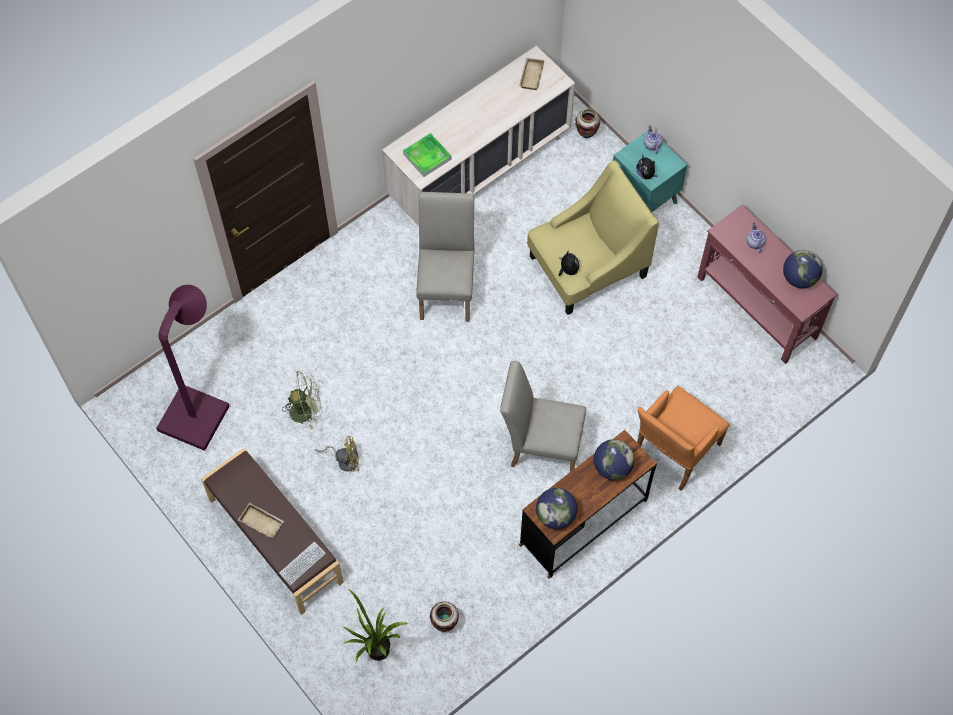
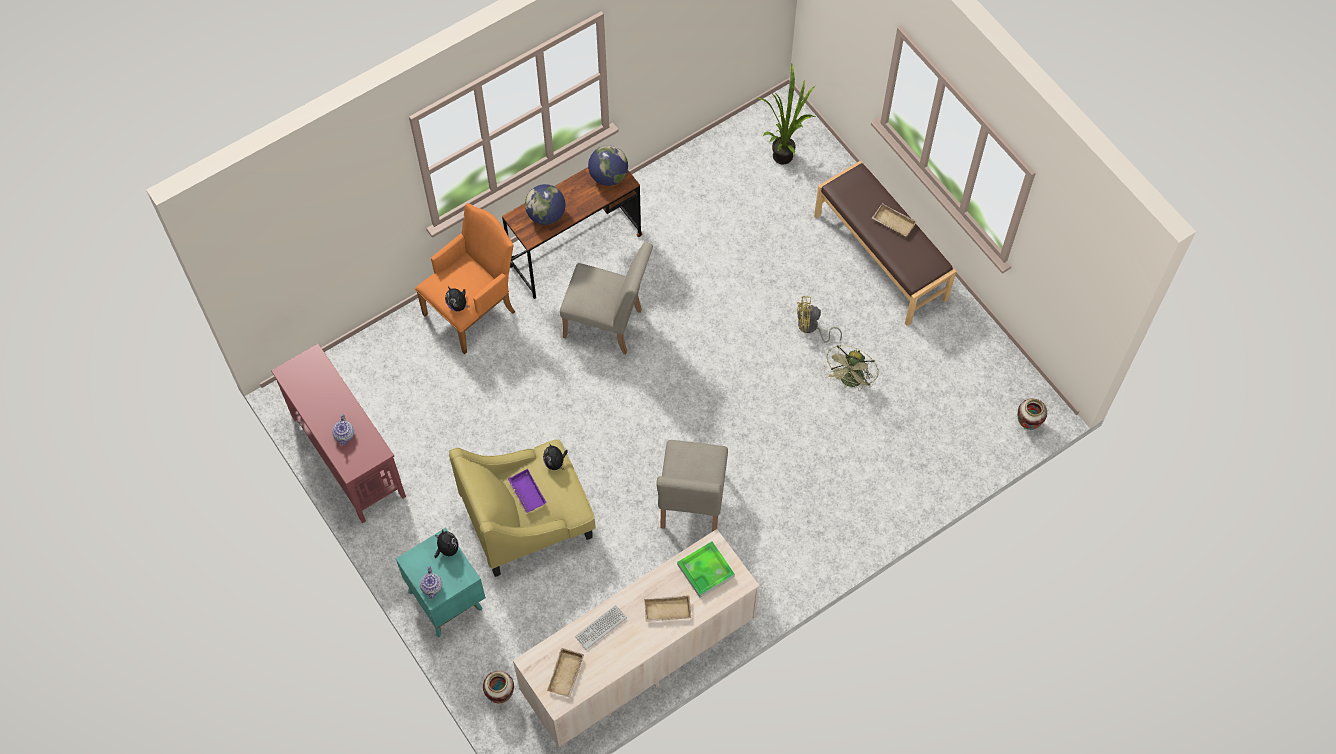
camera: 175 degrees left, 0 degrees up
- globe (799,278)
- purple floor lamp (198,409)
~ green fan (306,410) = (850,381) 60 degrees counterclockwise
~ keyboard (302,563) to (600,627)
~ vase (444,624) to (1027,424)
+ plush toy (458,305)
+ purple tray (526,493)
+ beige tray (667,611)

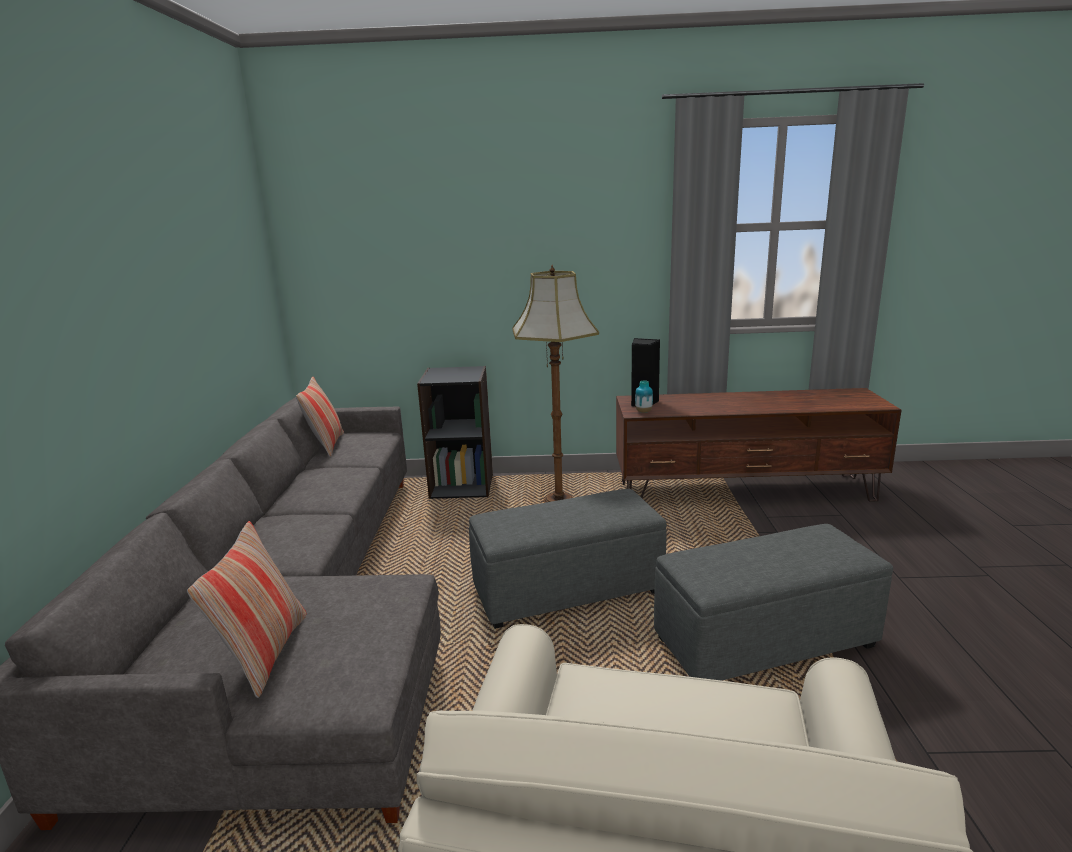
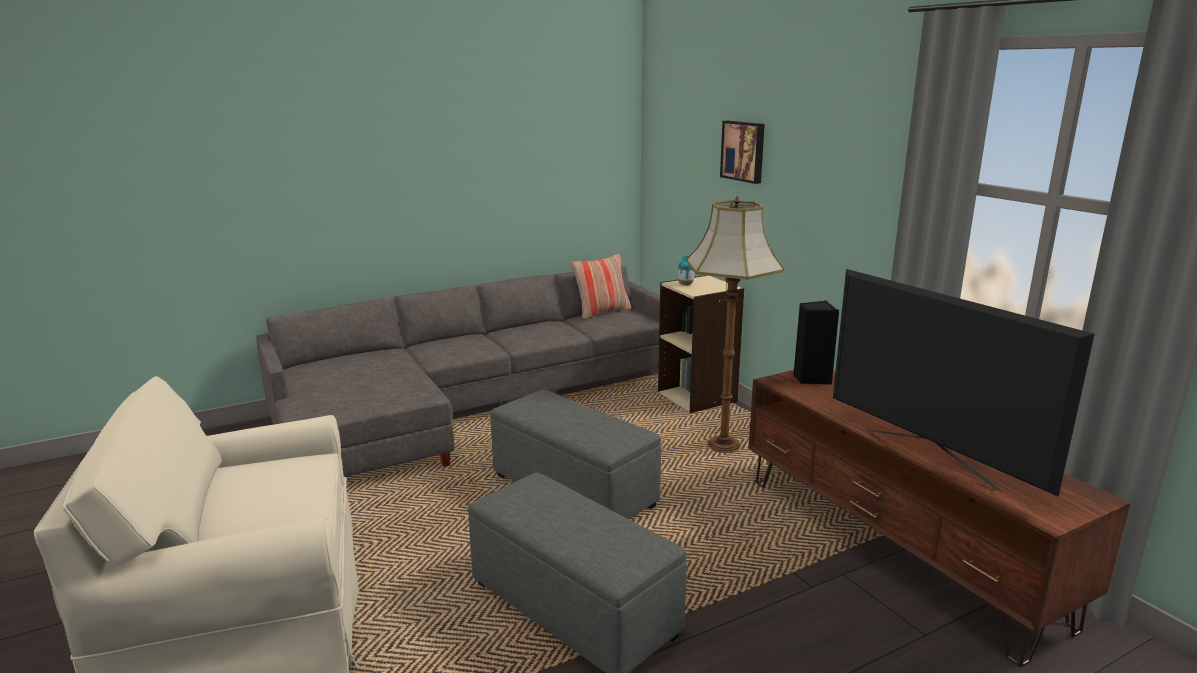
camera: 60 degrees right, 0 degrees up
~ black bookcase (462,486) to beige bookcase (698,397)
~ vase (643,412) to (685,284)
- pillow (265,653)
+ picture (744,151)
+ television (929,457)

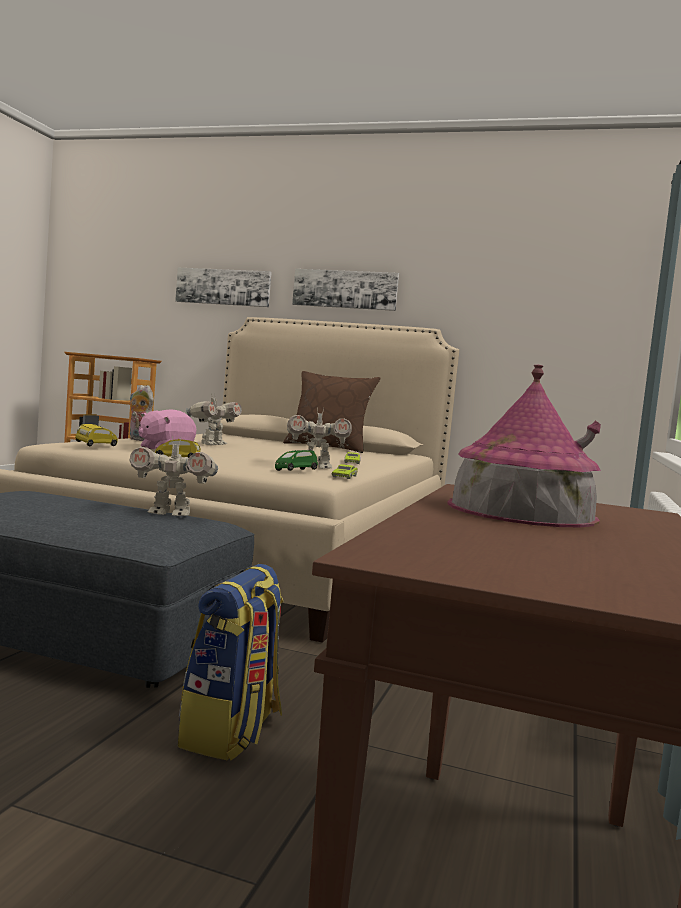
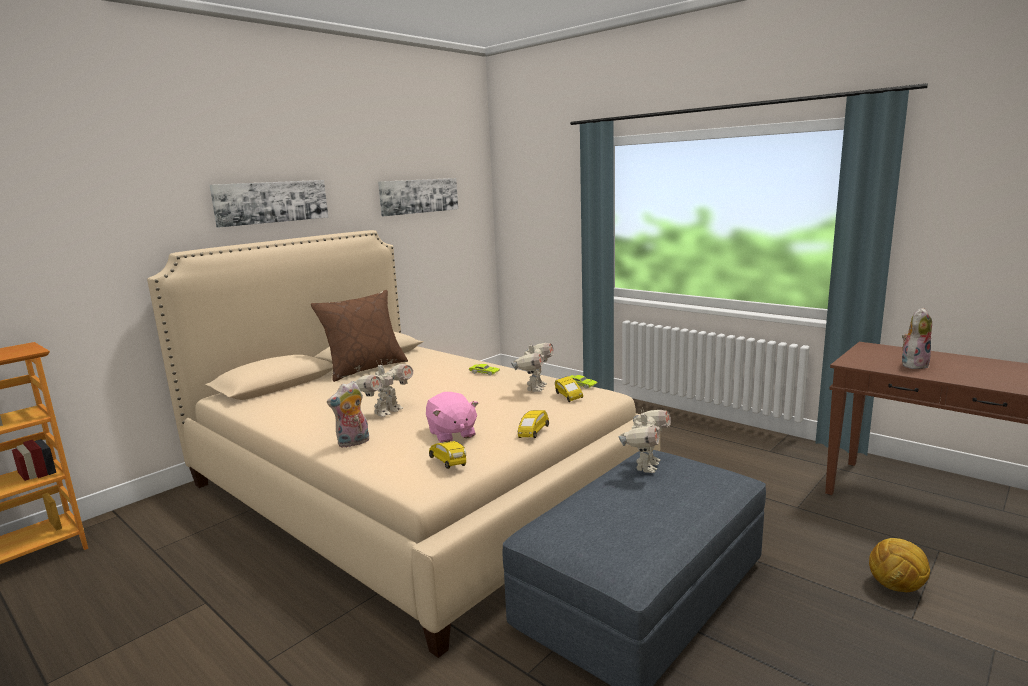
camera: 65 degrees left, 10 degrees up
~ picture (223,287) to (419,196)
~ toy house (521,511) to plush toy (913,364)
~ toy robot (212,444) = (387,412) 75 degrees clockwise
~ green toy car (295,471) to yellow toy car (568,397)
- backpack (231,732)
+ football (896,587)

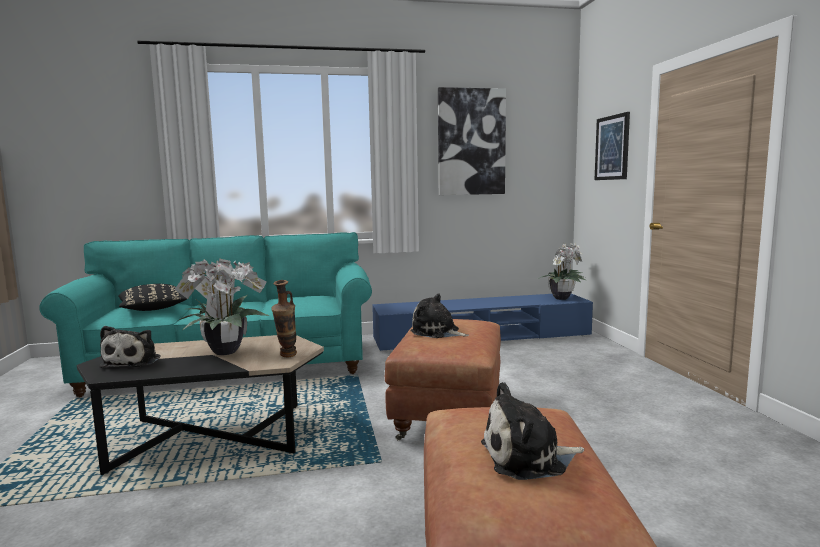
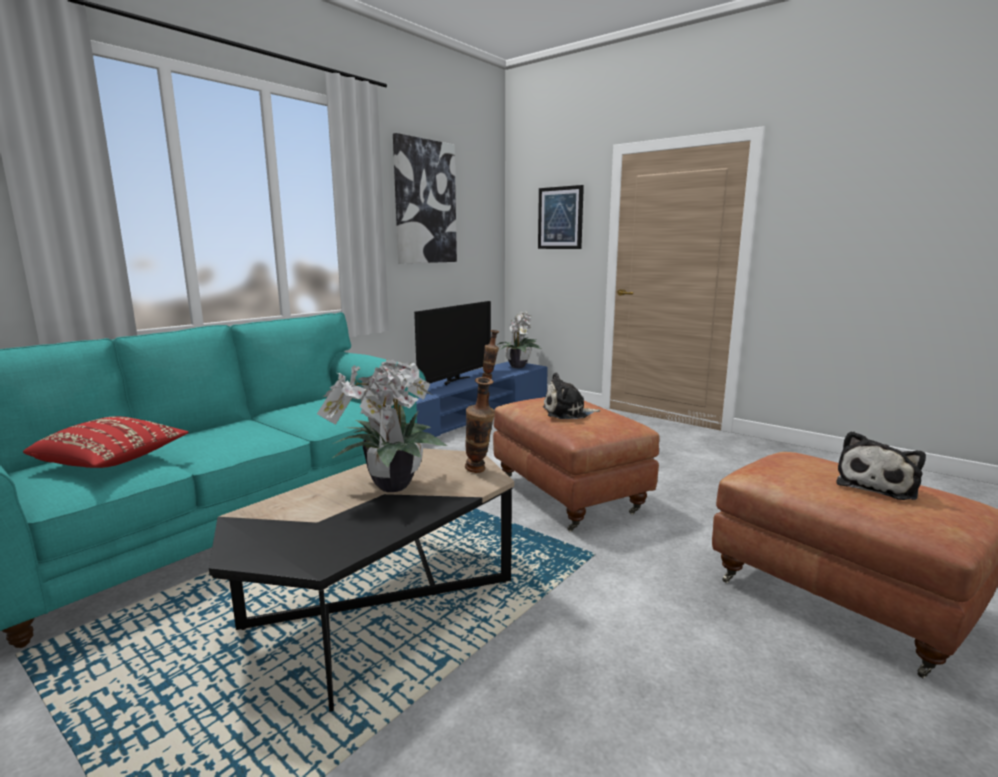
camera: 40 degrees left, 5 degrees up
~ black pillow (153,309) to red pillow (113,461)
- plush toy (134,361)
+ television (455,380)
+ vase (490,378)

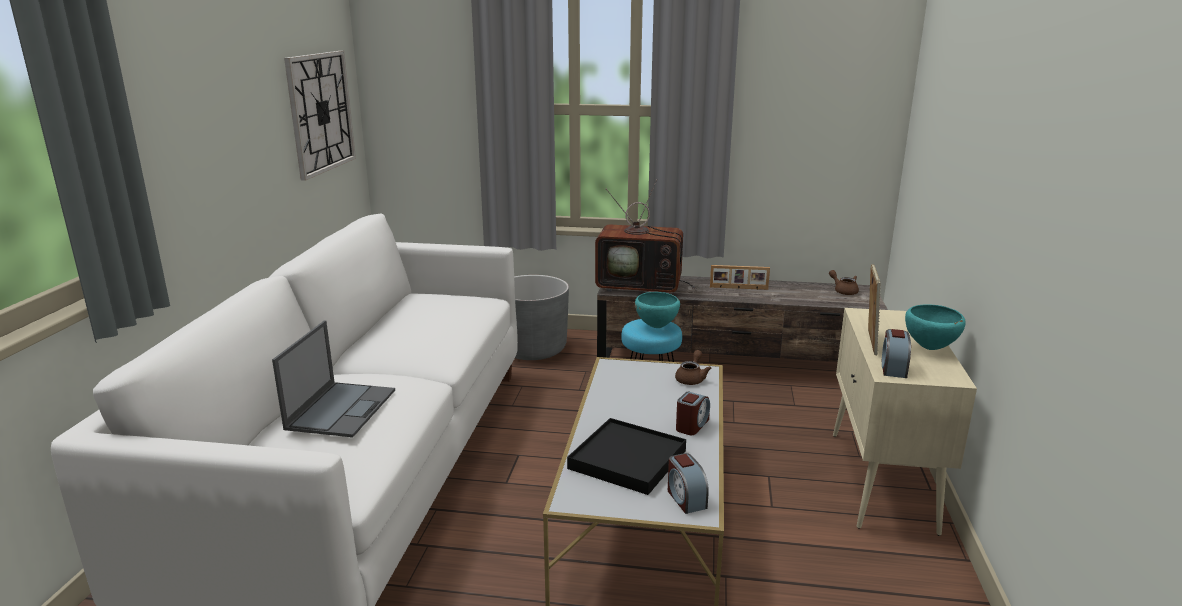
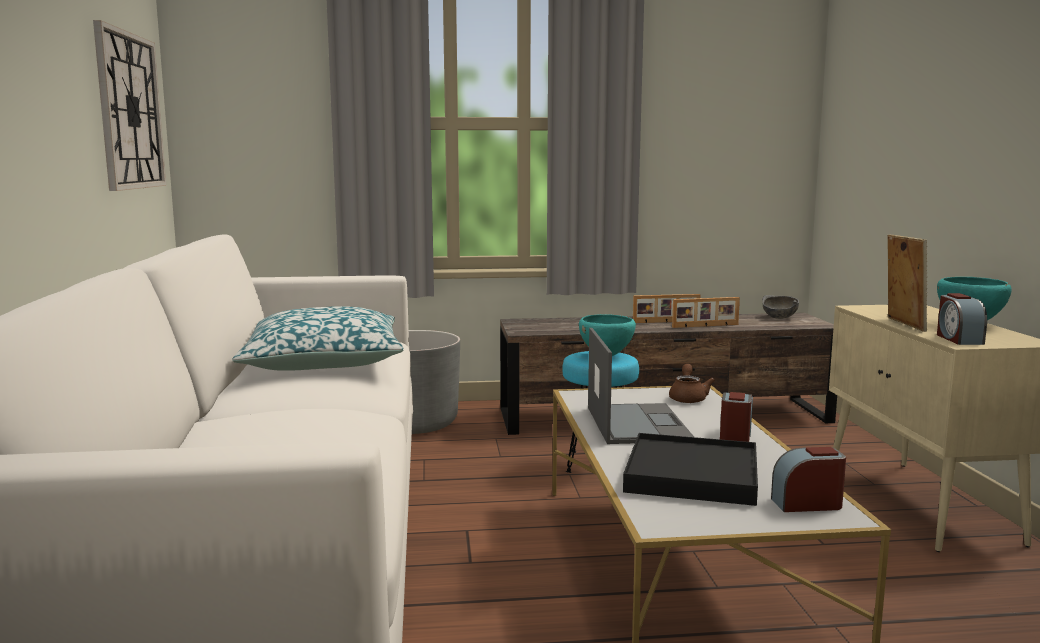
camera: 15 degrees left, 10 degrees down
- television (642,286)
~ brown teapot (843,291) to grey bowl (779,317)
~ laptop (342,409) to (636,423)
~ alarm clock (685,498) = (807,504) 120 degrees clockwise
+ picture frame (705,326)
+ pillow (323,361)

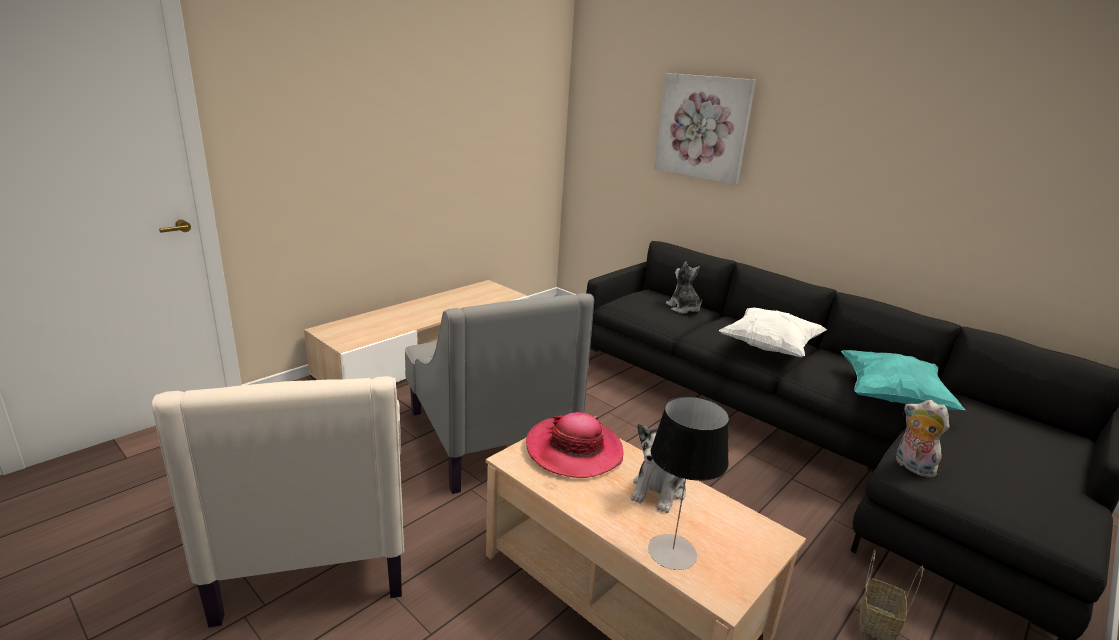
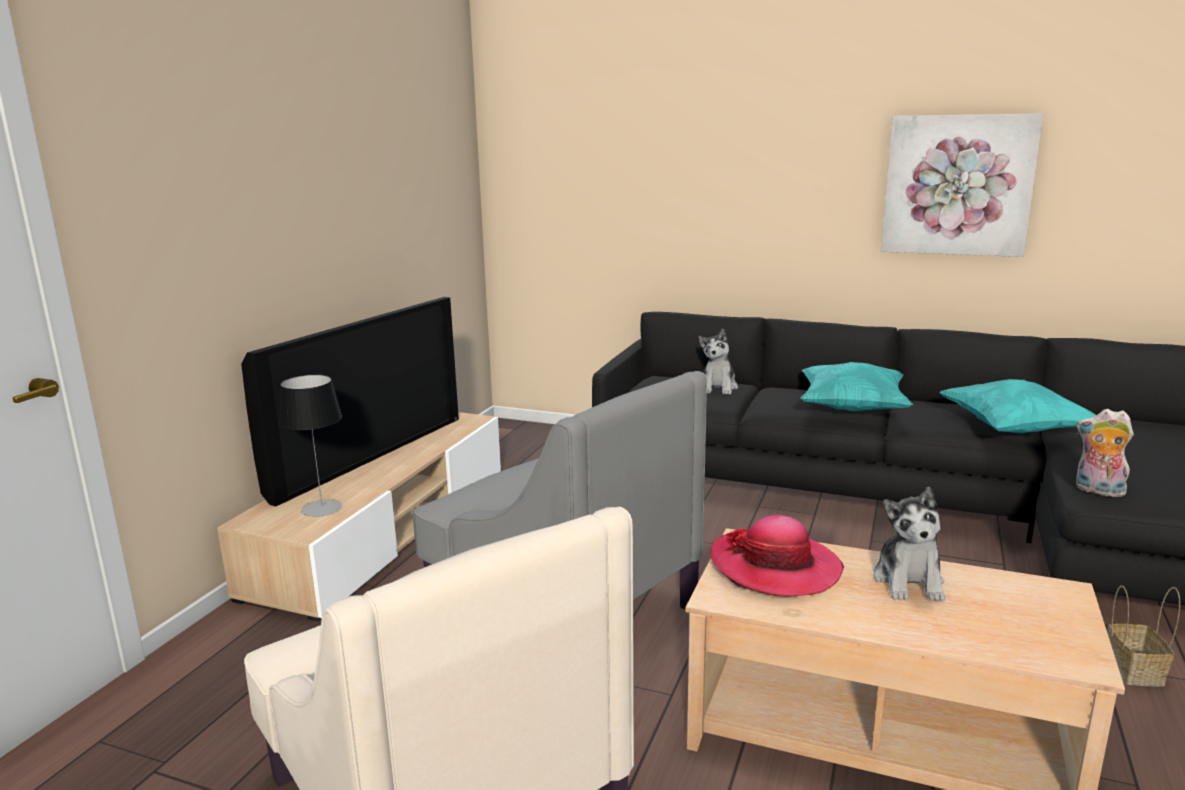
camera: 20 degrees left, 5 degrees down
~ picture (703,127) to (957,185)
~ plush toy (683,308) = (718,388) 120 degrees counterclockwise
~ white pillow (769,348) to turquoise pillow (851,409)
~ table lamp (672,552) to (322,508)
+ television (367,454)

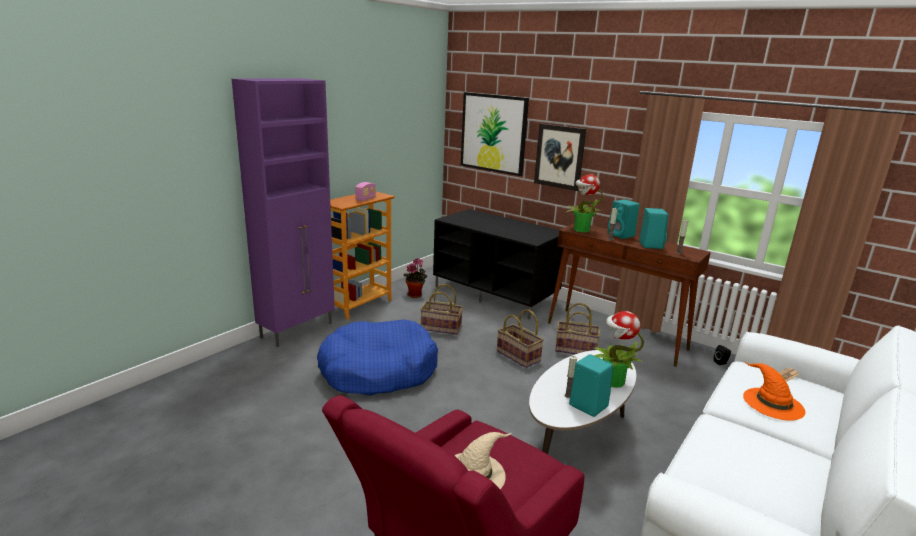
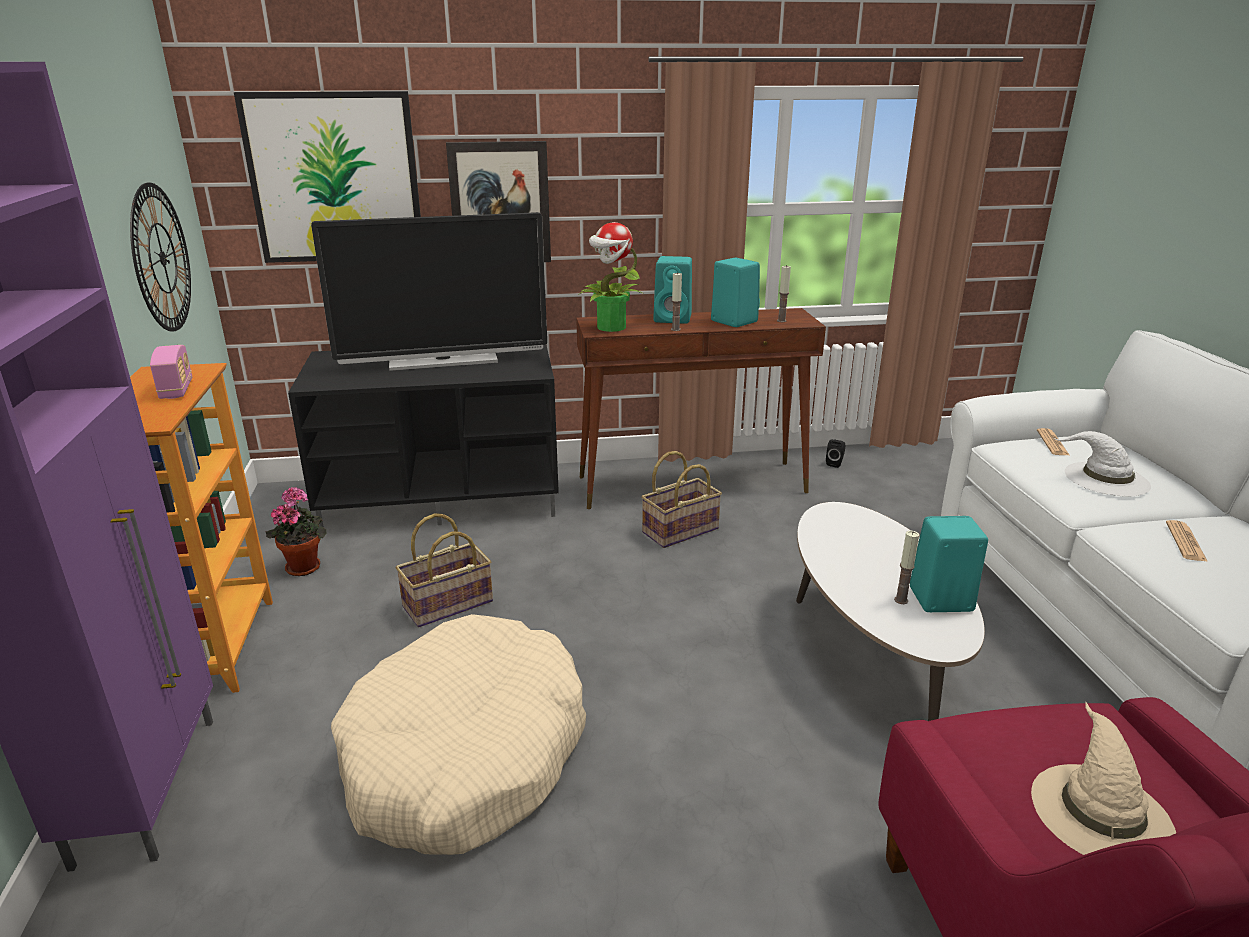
camera: 45 degrees left, 5 degrees up
- basket (519,356)
- potted plant (612,381)
~ blue dog bed (378,370) to beige dog bed (465,755)
~ orange hat (772,403) to white hat (1105,478)
+ wall clock (162,258)
+ television (443,361)
+ newspaper (1185,542)

